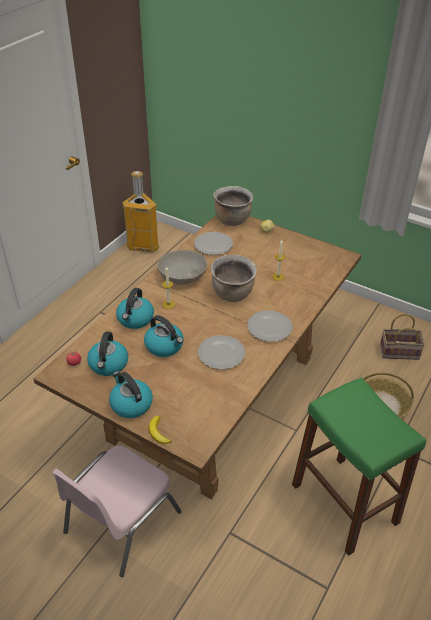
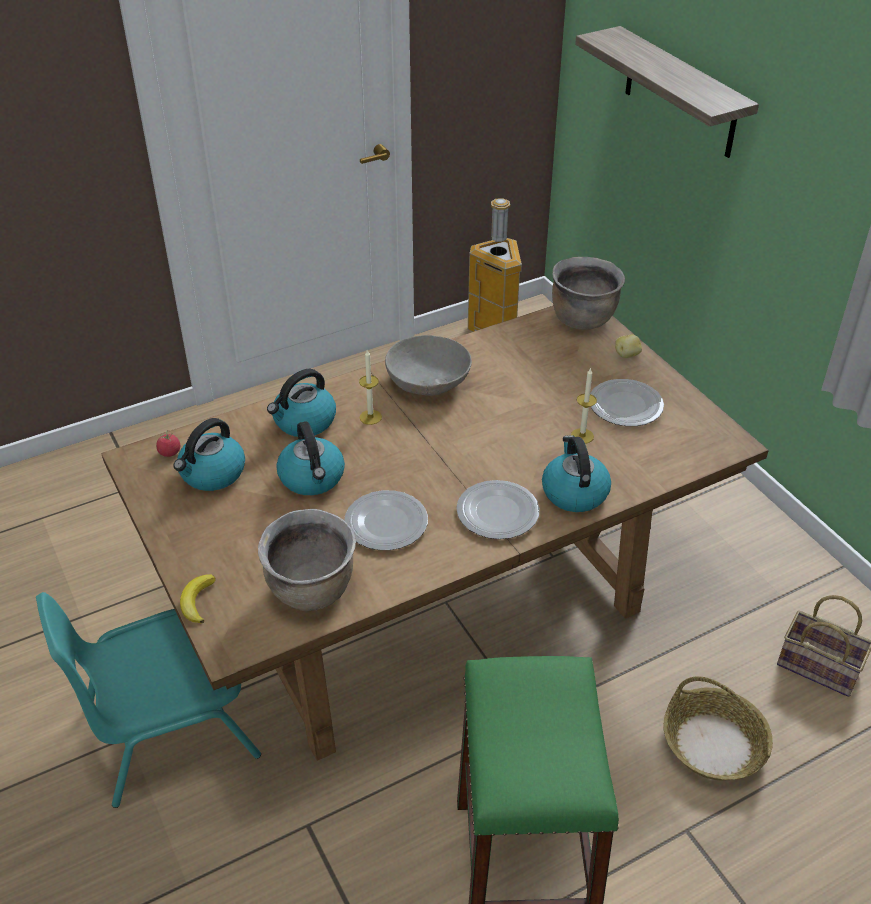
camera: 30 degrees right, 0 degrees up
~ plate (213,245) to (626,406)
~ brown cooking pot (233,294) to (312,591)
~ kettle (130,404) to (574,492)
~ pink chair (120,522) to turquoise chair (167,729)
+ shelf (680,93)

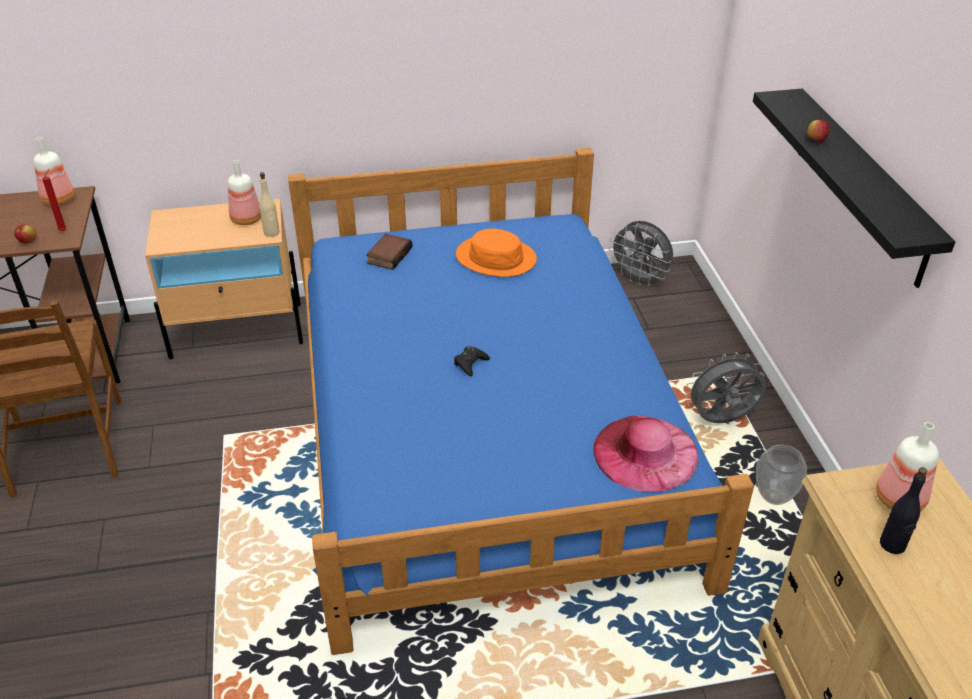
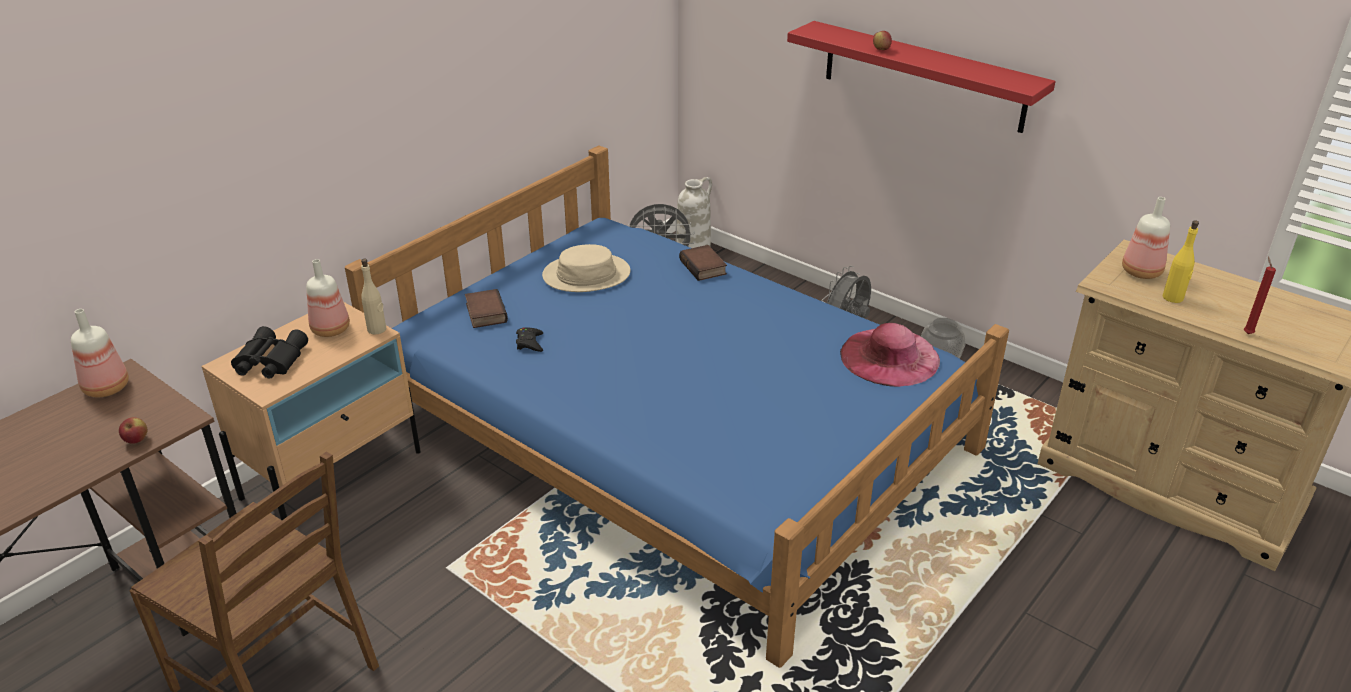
camera: 40 degrees left, 5 degrees down
~ black shelf (861,185) to red shelf (923,76)
~ red candle (64,230) to (1247,333)
~ orange hat (496,258) to beige hat (586,274)
~ black game controller (470,363) to (530,343)
~ black bottle (892,545) to yellow bottle (1173,298)
+ white vase (693,245)
+ book (704,267)
+ black binoculars (268,361)

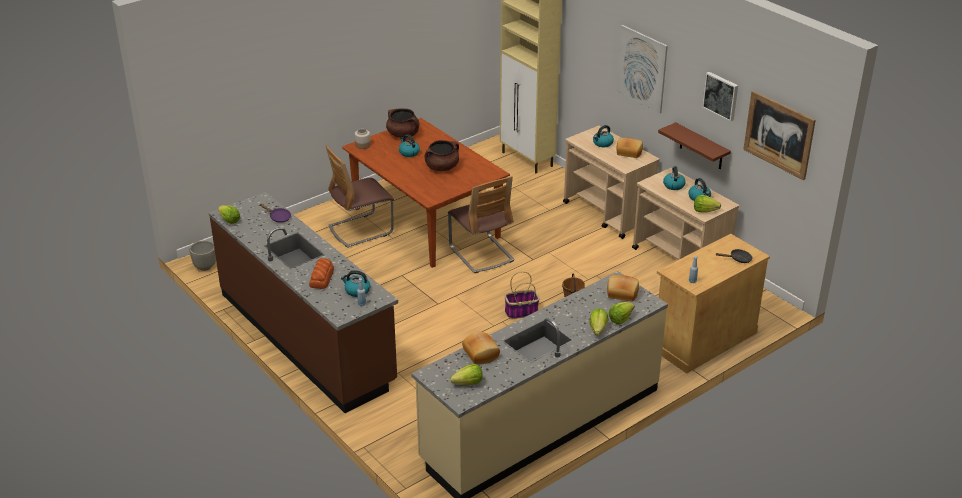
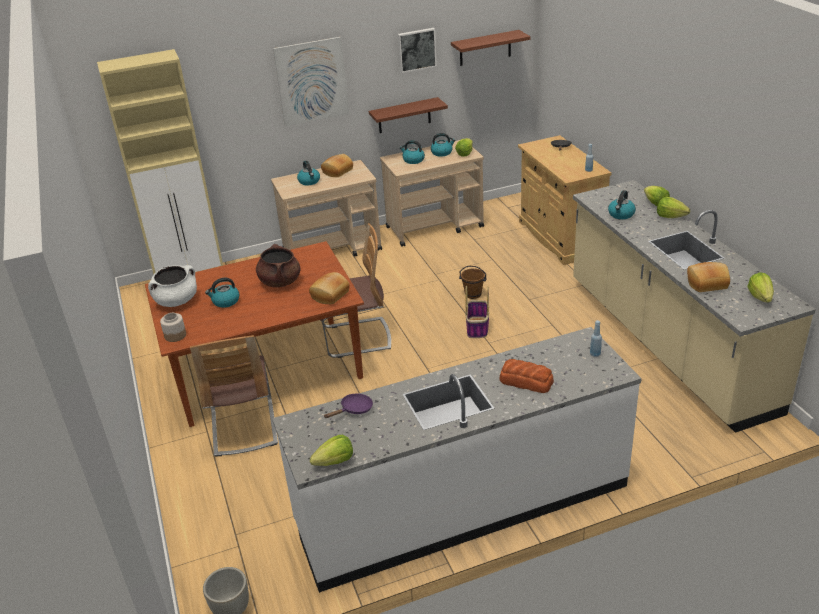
camera: 70 degrees left, 0 degrees up
~ picture (779,134) to brown shelf (485,48)
~ brown cooking pot (403,134) to white cooking pot (176,301)
~ brown counter (307,338) to white counter (462,505)
~ kettle (357,291) to (621,214)
~ bread (622,294) to (331,295)

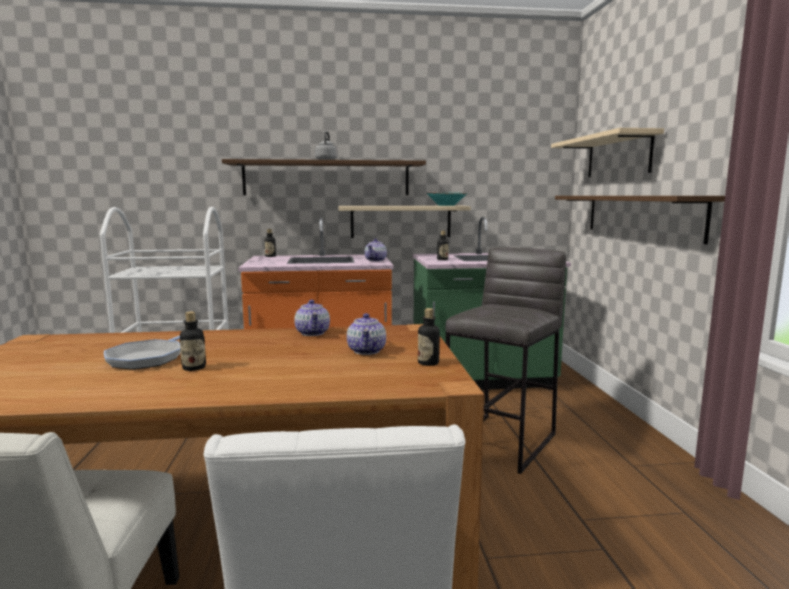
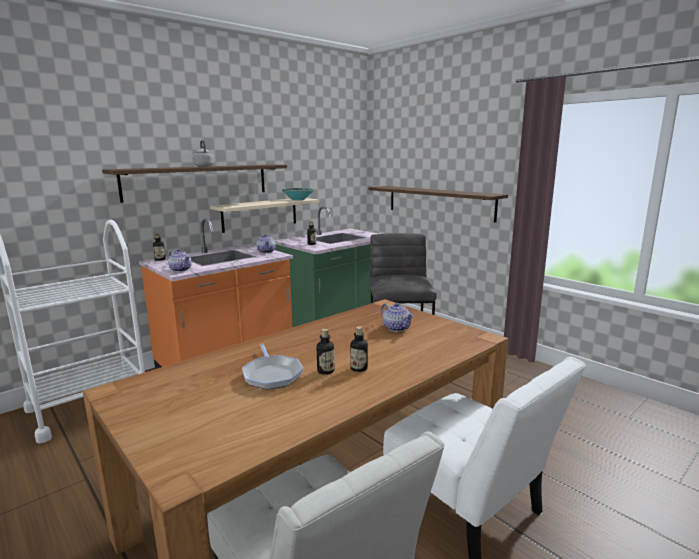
camera: 35 degrees left, 5 degrees up
- beige shelf (618,156)
~ teapot (313,333) to (180,270)
~ bottle (428,363) to (359,368)

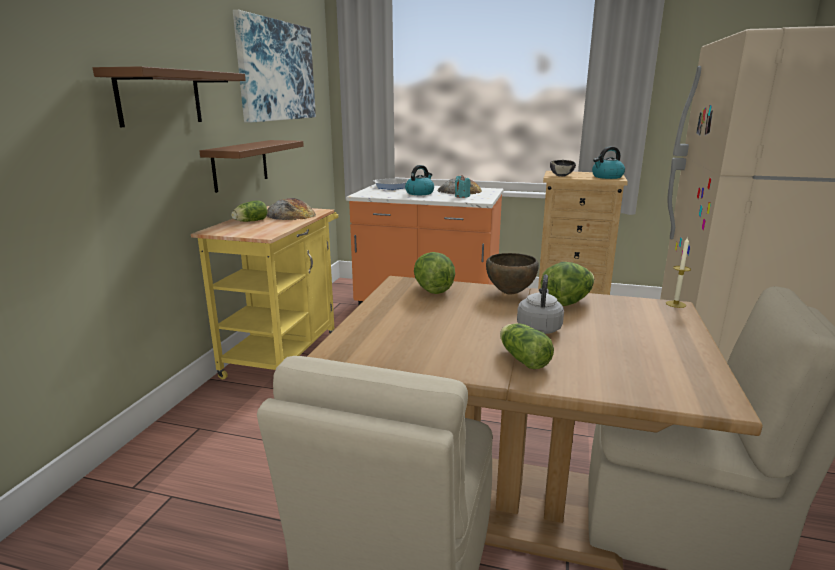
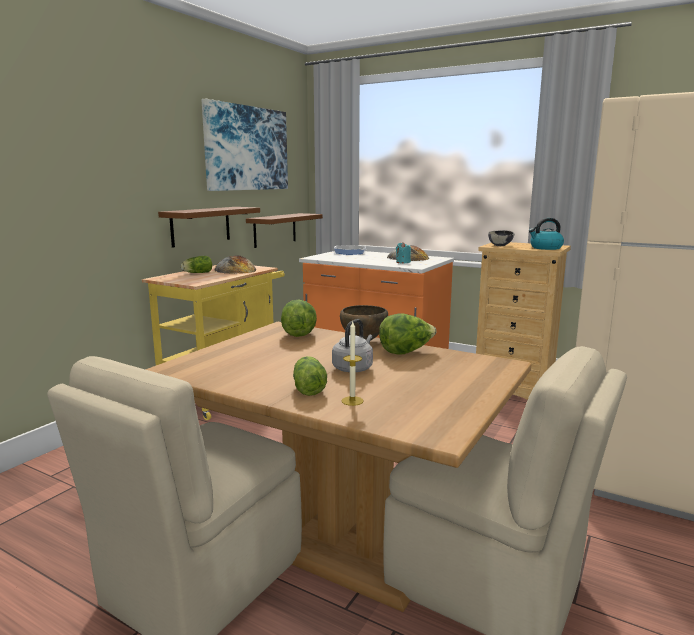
camera: 15 degrees right, 5 degrees down
~ brown shelf (160,98) to (275,230)
- kettle (420,193)
~ candle (675,304) to (352,401)

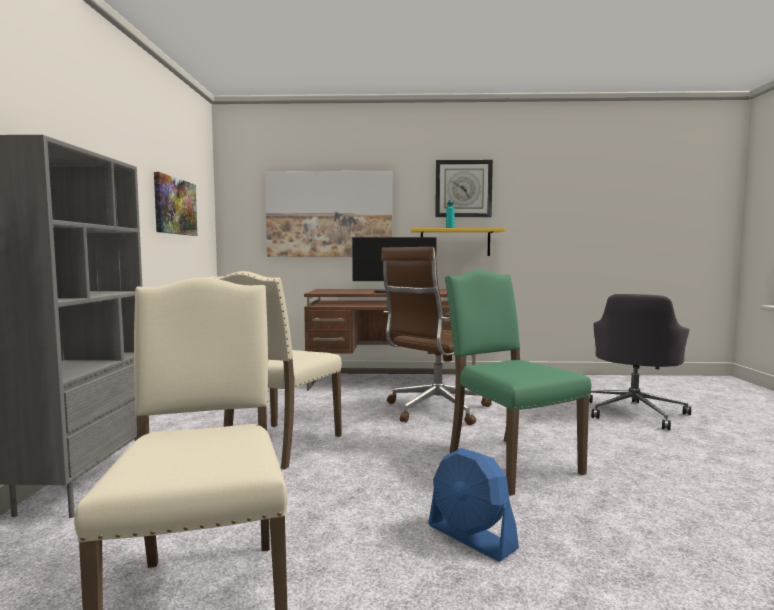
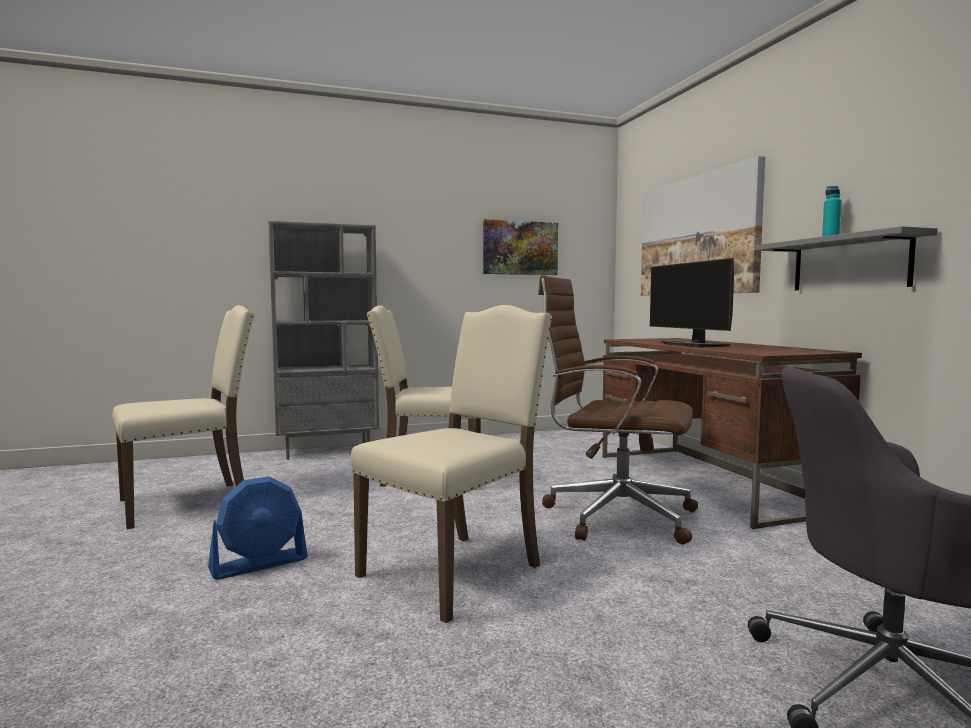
camera: 70 degrees right, 0 degrees up
- wall clock (463,189)
~ yellow shelf (455,242) to grey shelf (849,263)
~ green chair (509,462) to beige chair (456,570)
~ blue fan (471,537) = (259,564) 150 degrees counterclockwise

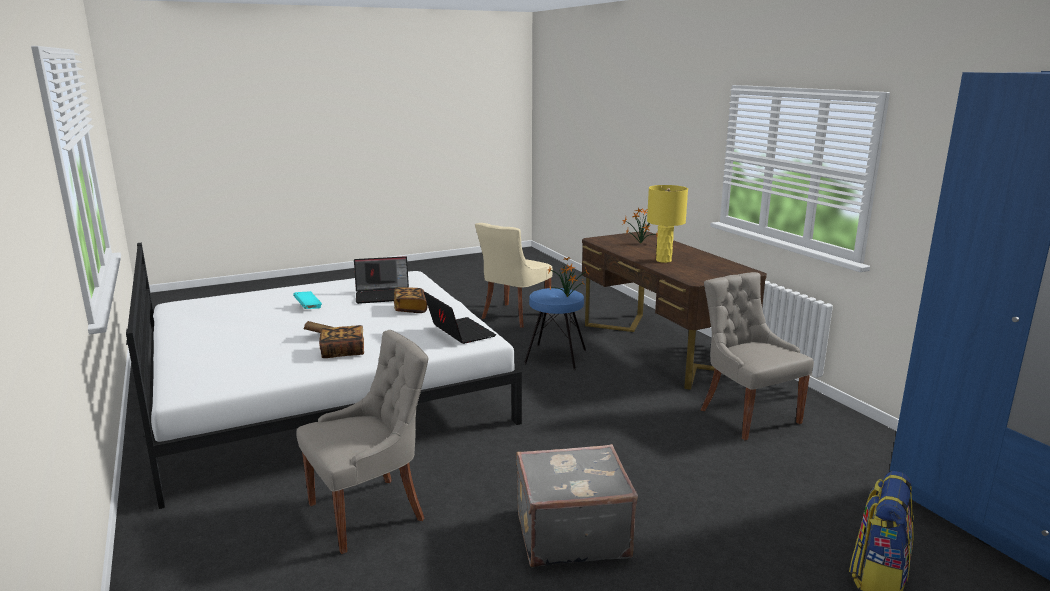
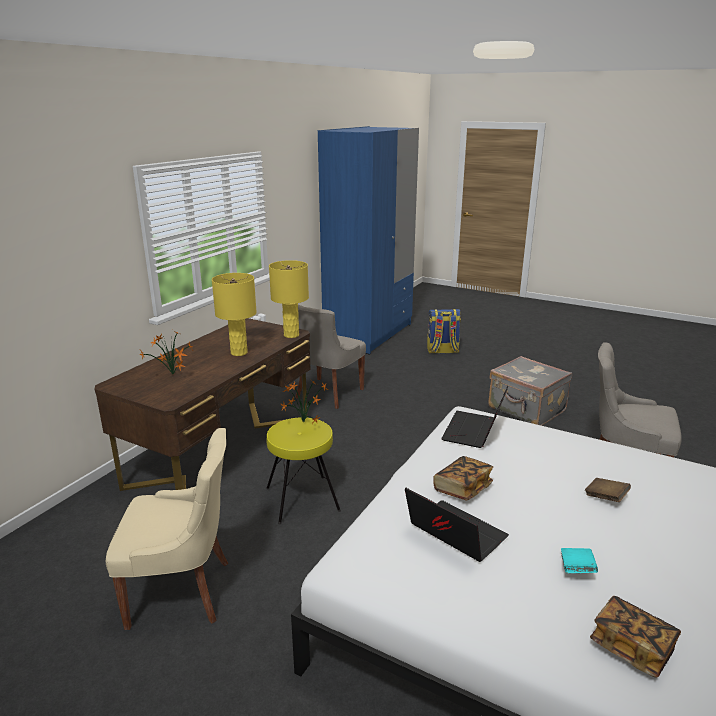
camera: 125 degrees left, 5 degrees up
~ blue stool (555,357) to yellow stool (303,499)
~ book (343,351) to (631,647)
+ yellow table lamp (291,335)

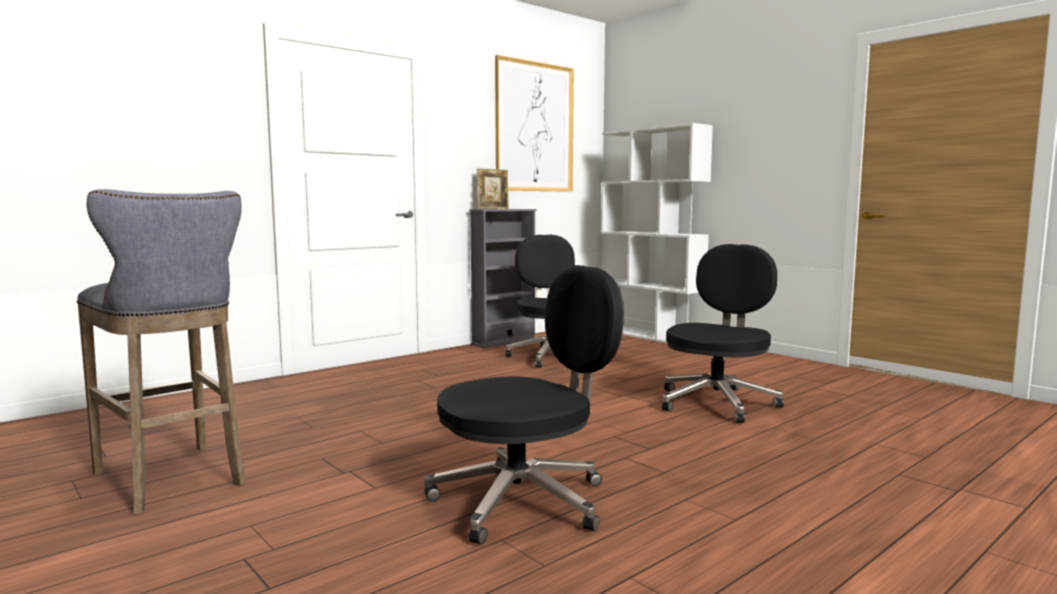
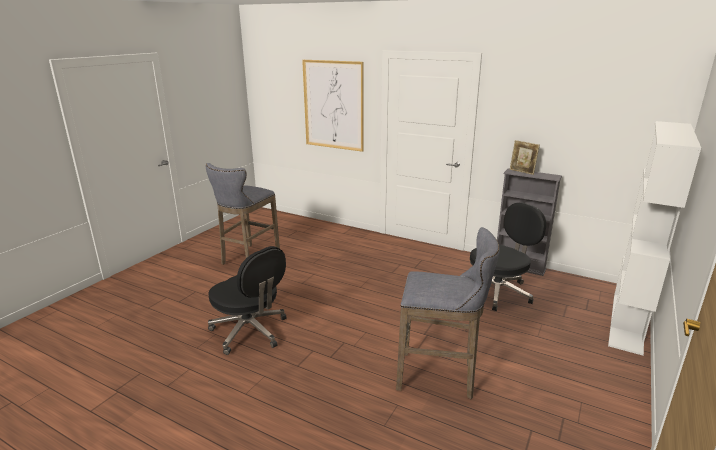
camera: 70 degrees right, 15 degrees up
~ picture (534,127) to (333,105)
~ black office chair (717,402) to grey stool (440,376)

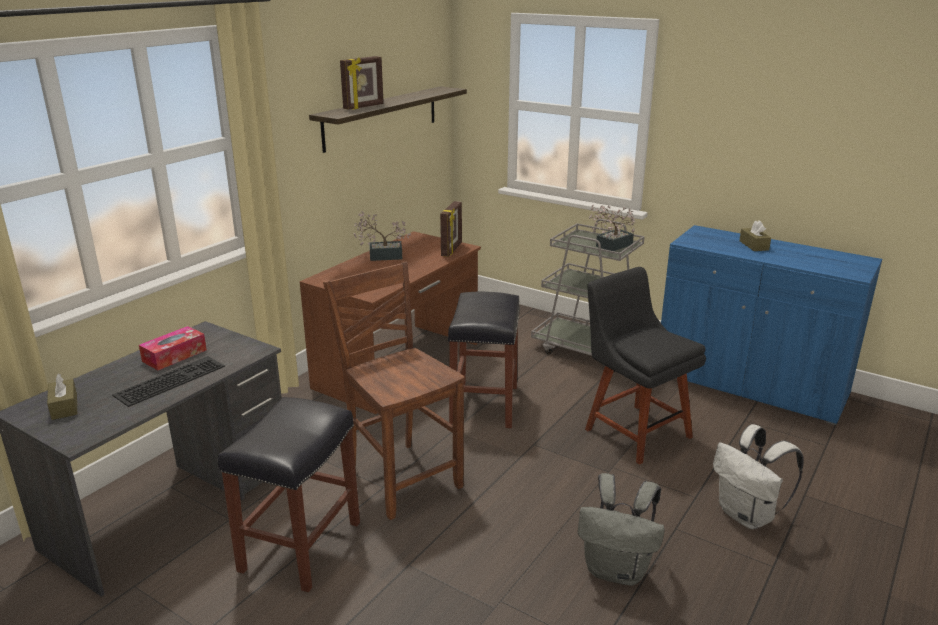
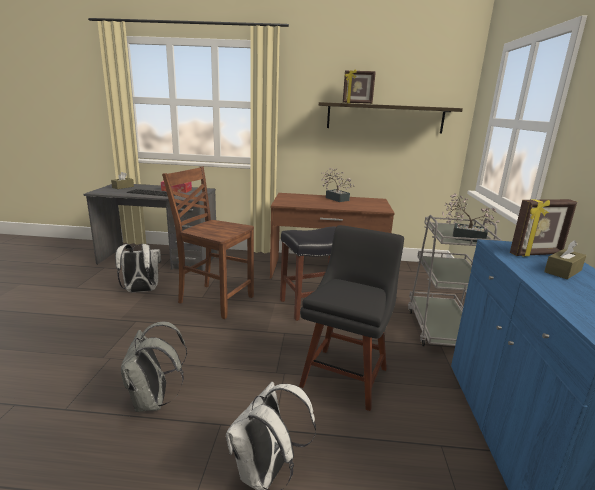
camera: 60 degrees right, 5 degrees down
~ picture frame (452,250) to (536,254)
~ brown chair (402,477) = (214,300) 90 degrees counterclockwise
~ black stool (300,547) to white backpack (140,291)

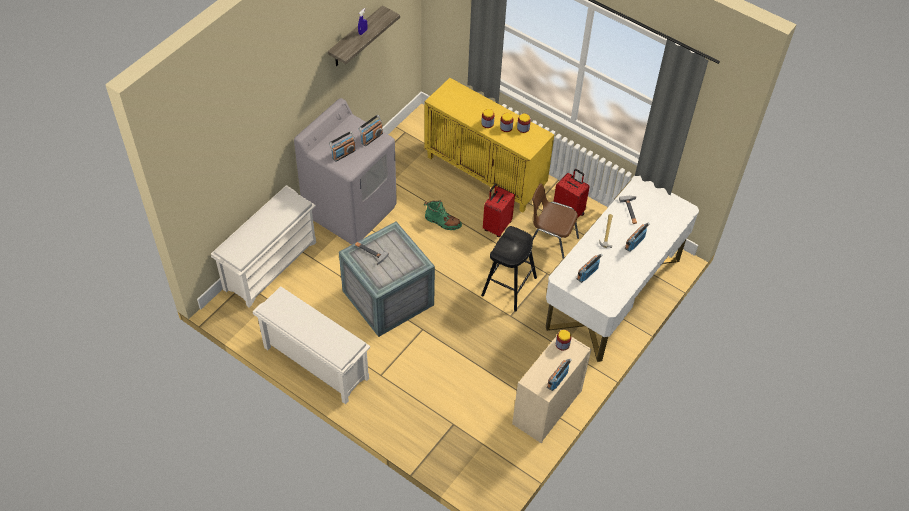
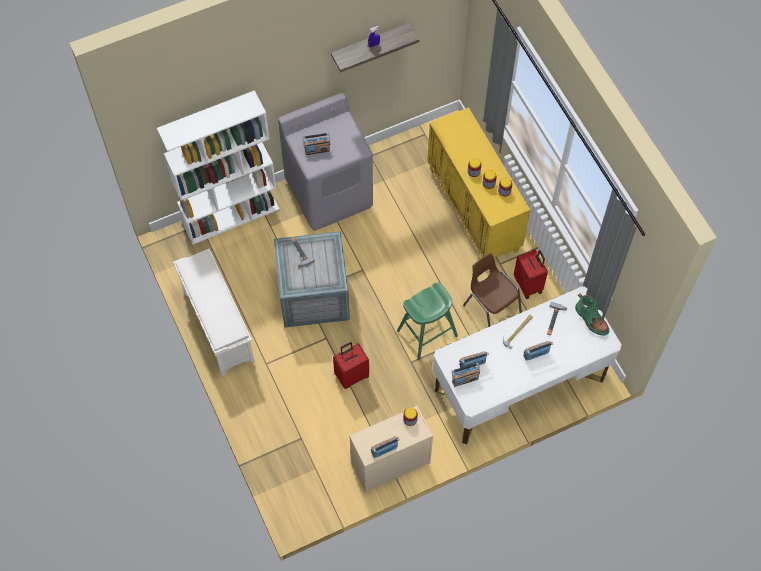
camera: 30 degrees right, 10 degrees up
~ radio (371,138) to (465,379)
~ red suitcase (496,226) to (351,375)
~ white shoe rack (270,264) to white bookcase (231,216)
~ green boot (442,222) to (591,320)
~ black stool (509,286) to green stool (427,333)

